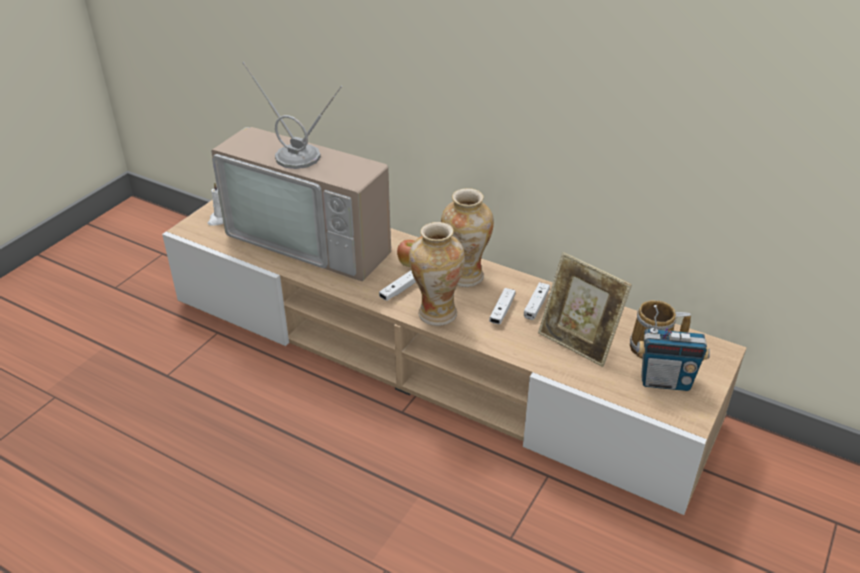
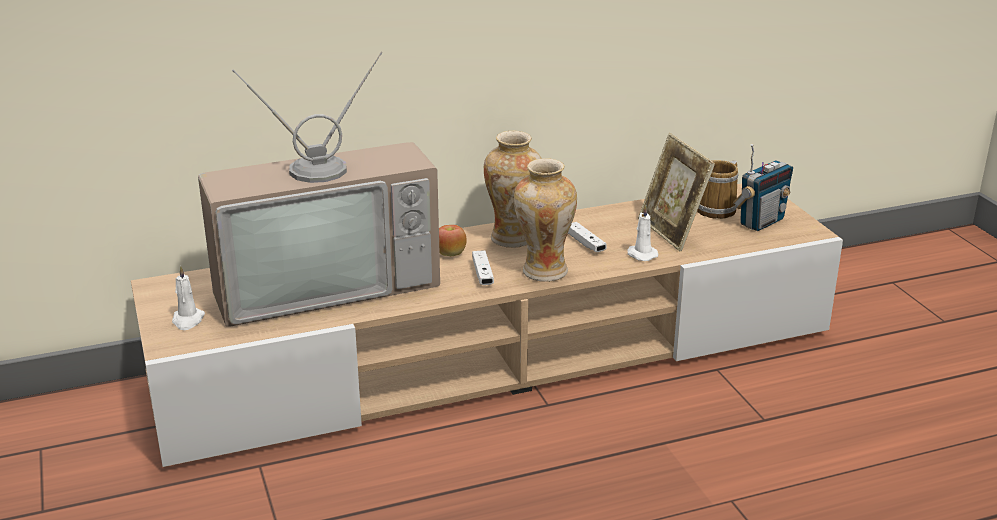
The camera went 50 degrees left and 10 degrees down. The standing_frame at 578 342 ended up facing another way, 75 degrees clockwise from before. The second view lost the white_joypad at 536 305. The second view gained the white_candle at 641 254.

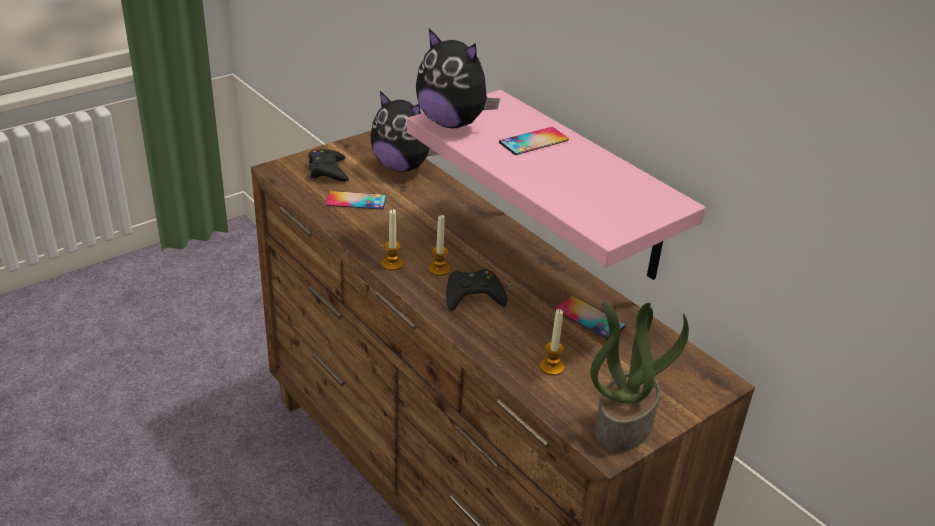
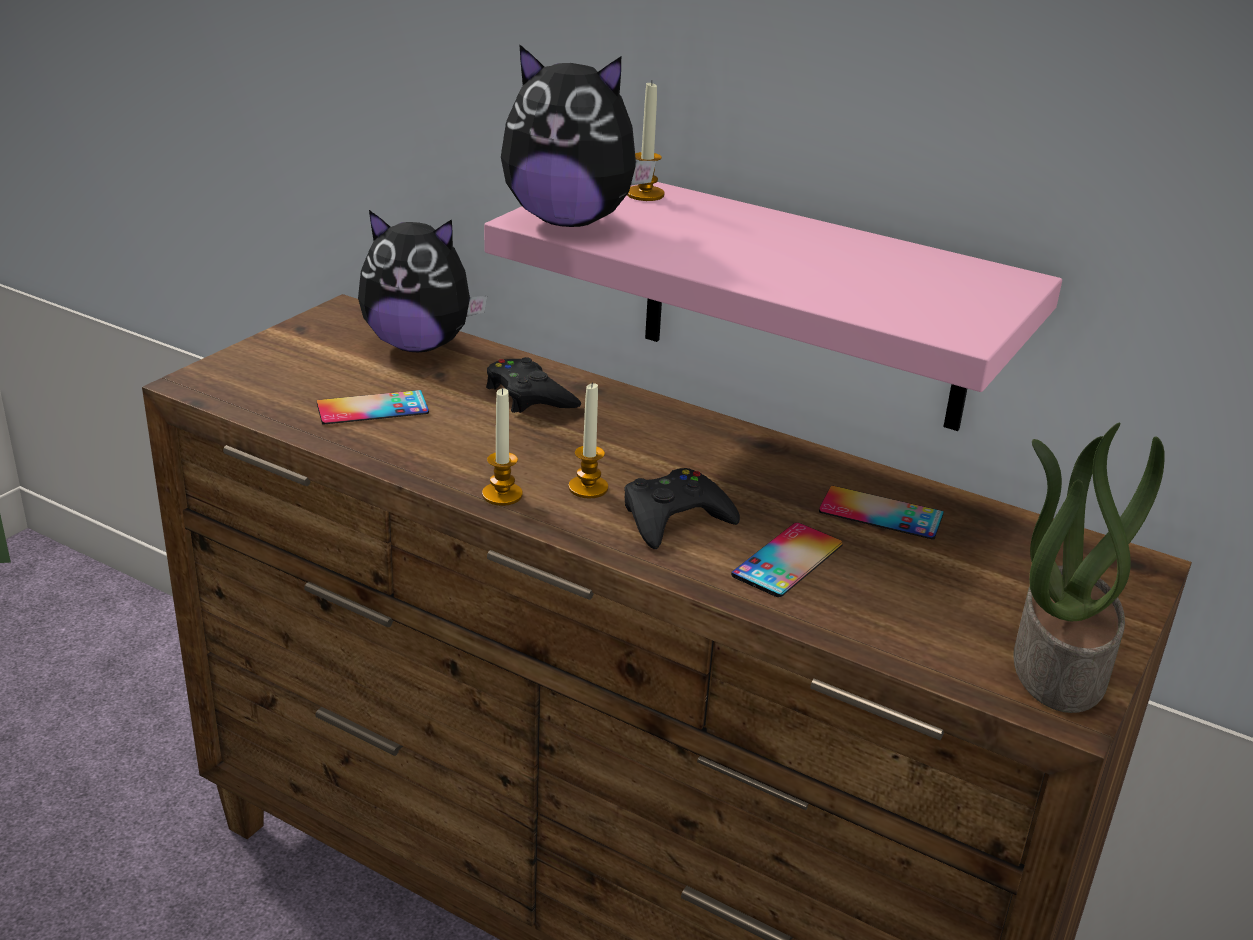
The camera went 20 degrees left and 5 degrees down. The handset ended up elsewhere, having gone from 534 141 to 787 560. The black-coloured_joypad ended up elsewhere, having gone from 328 170 to 529 396. The candle ended up elsewhere, having gone from 551 367 to 645 194.

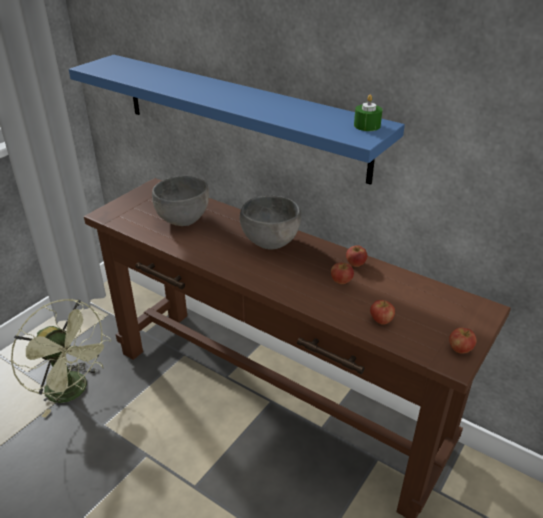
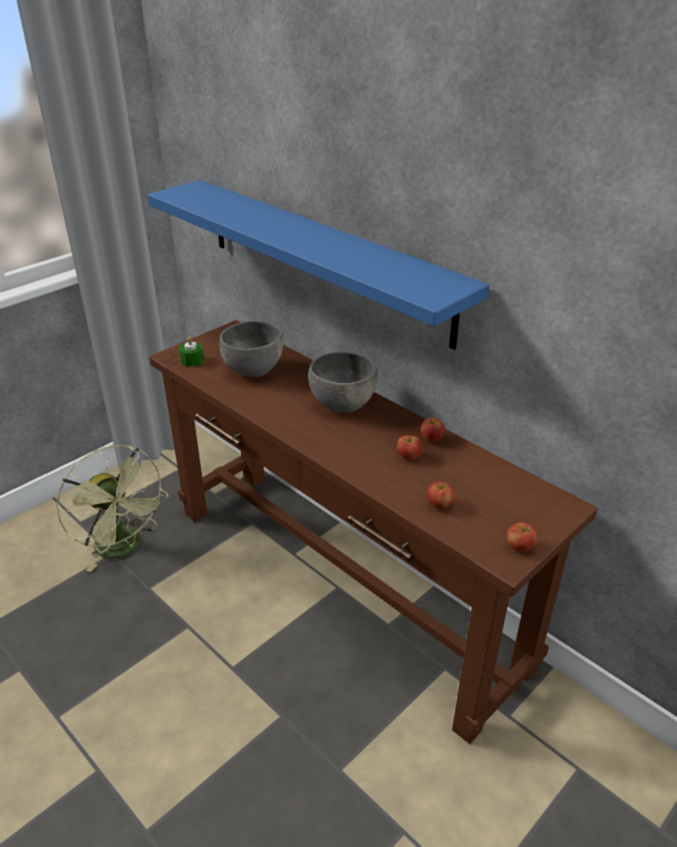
The camera went 10 degrees right and 0 degrees up. The green_candle ended up elsewhere, having gone from 367 125 to 192 360.

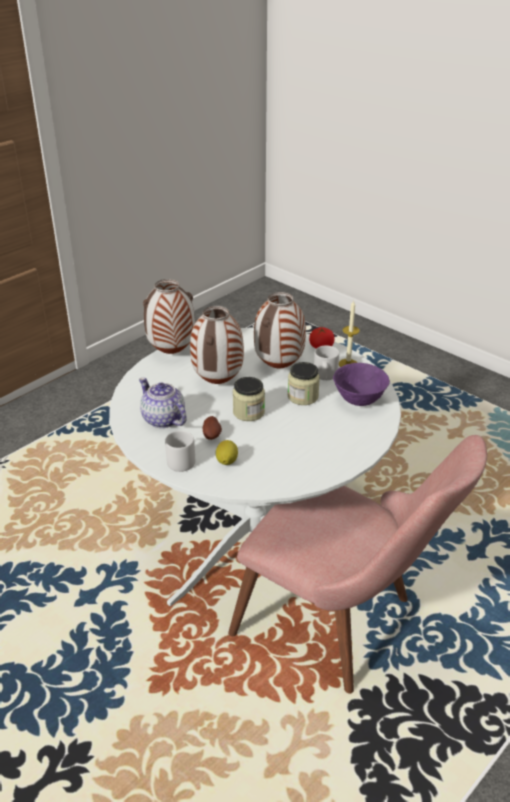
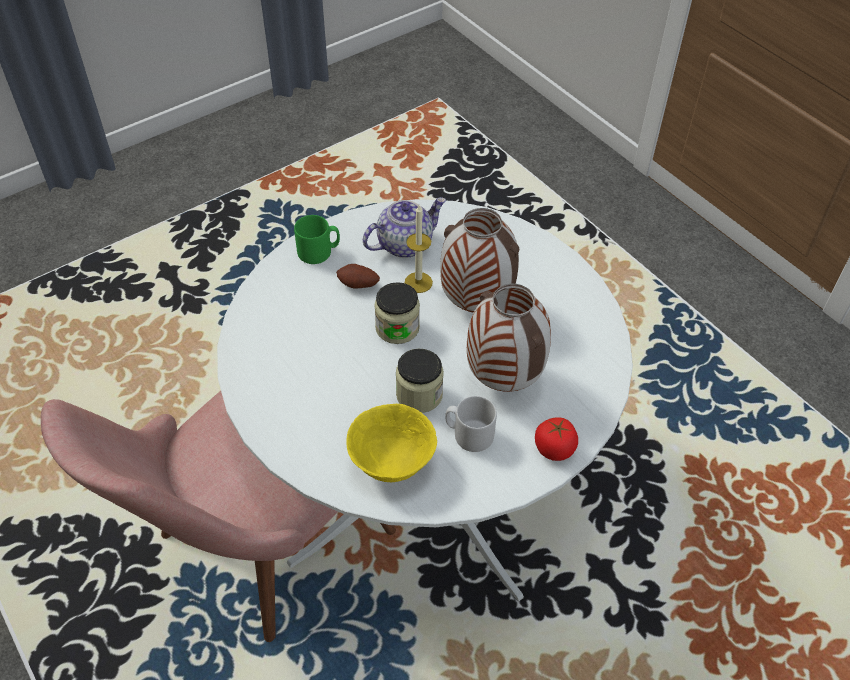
The camera went 100 degrees right and 15 degrees up. The second view lost the decorative_vase at 171 353. The candle ended up elsewhere, having gone from 348 364 to 418 282. What was the purple_serving_bowl at 359 401 turned into the yellowish_serving_bowl at 391 463. What was the gray_tea_mug at 180 460 turned into the green_tea_mug at 319 252. The second view lost the whole_lemon at 226 461.

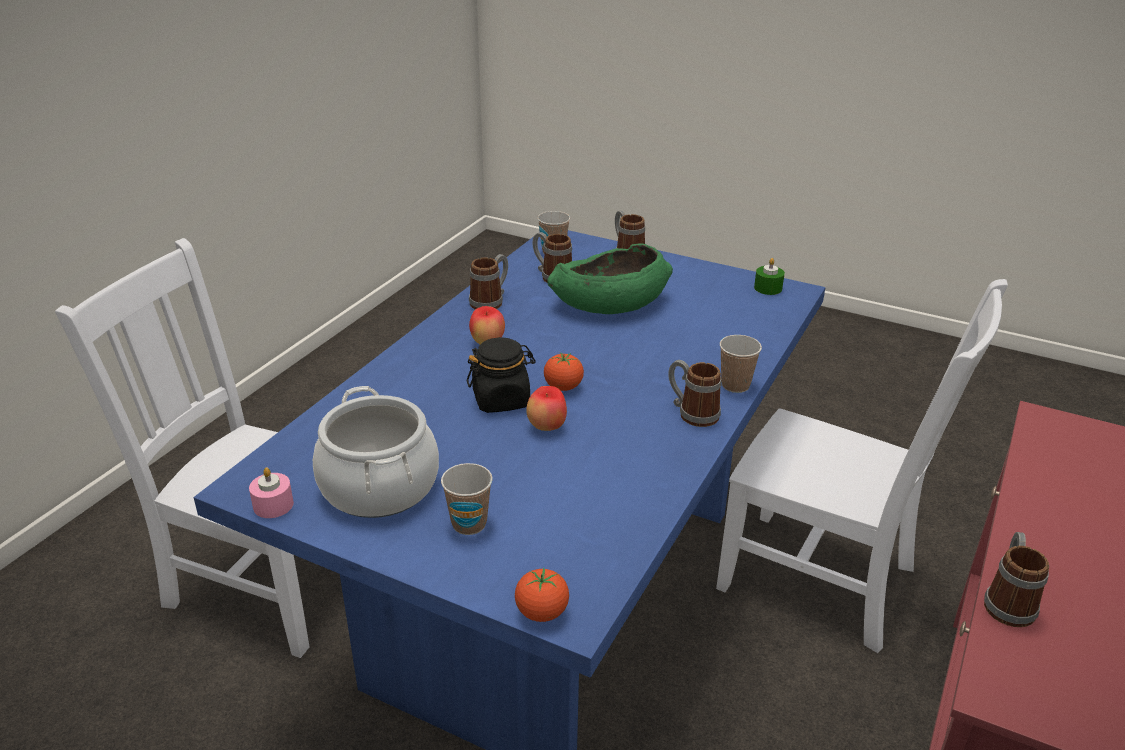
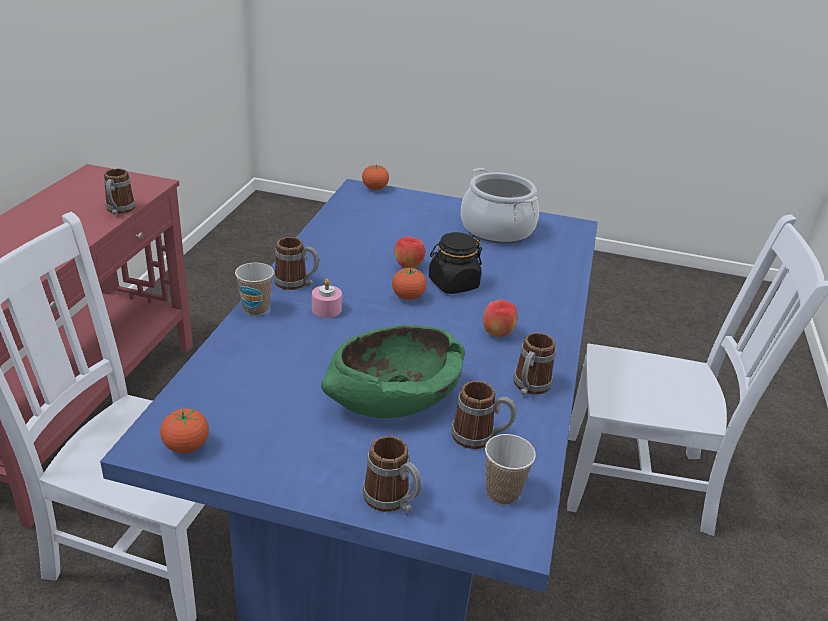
The camera went 165 degrees right and 0 degrees up. Where the green_candle stood at 768 288, the fresh_tomato came to stand at 186 446. The second view lost the small_cup at 469 524. The pink_candle ended up elsewhere, having gone from 273 505 to 326 309.

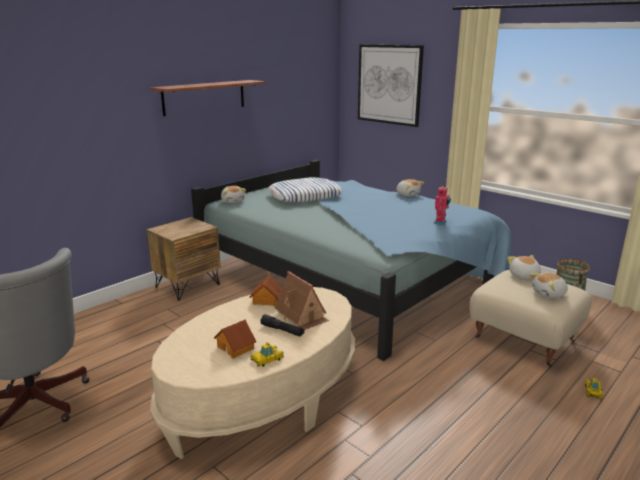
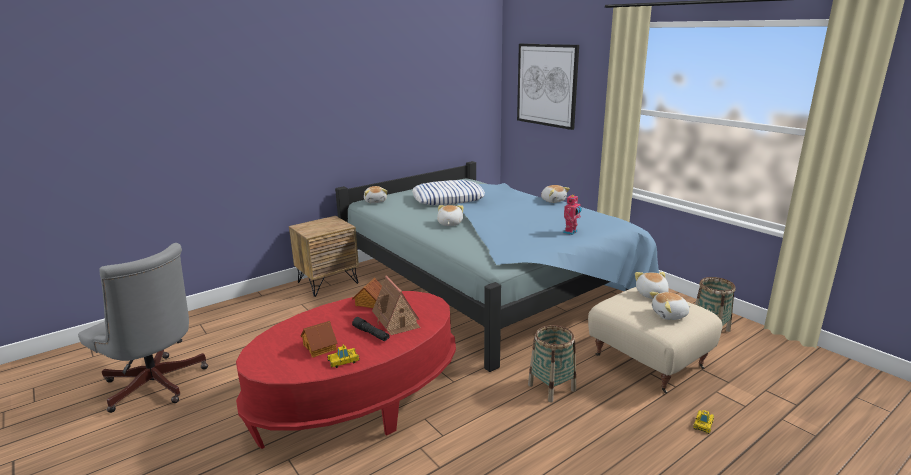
The camera went 10 degrees right and 0 degrees up. The second view lost the wall_shelf at 204 97. What was the sand-coloured_low_table at 263 399 turned into the red_low_table at 358 399. The second view gained the plush_toy at 449 224. The second view gained the storage_basket at 551 387.

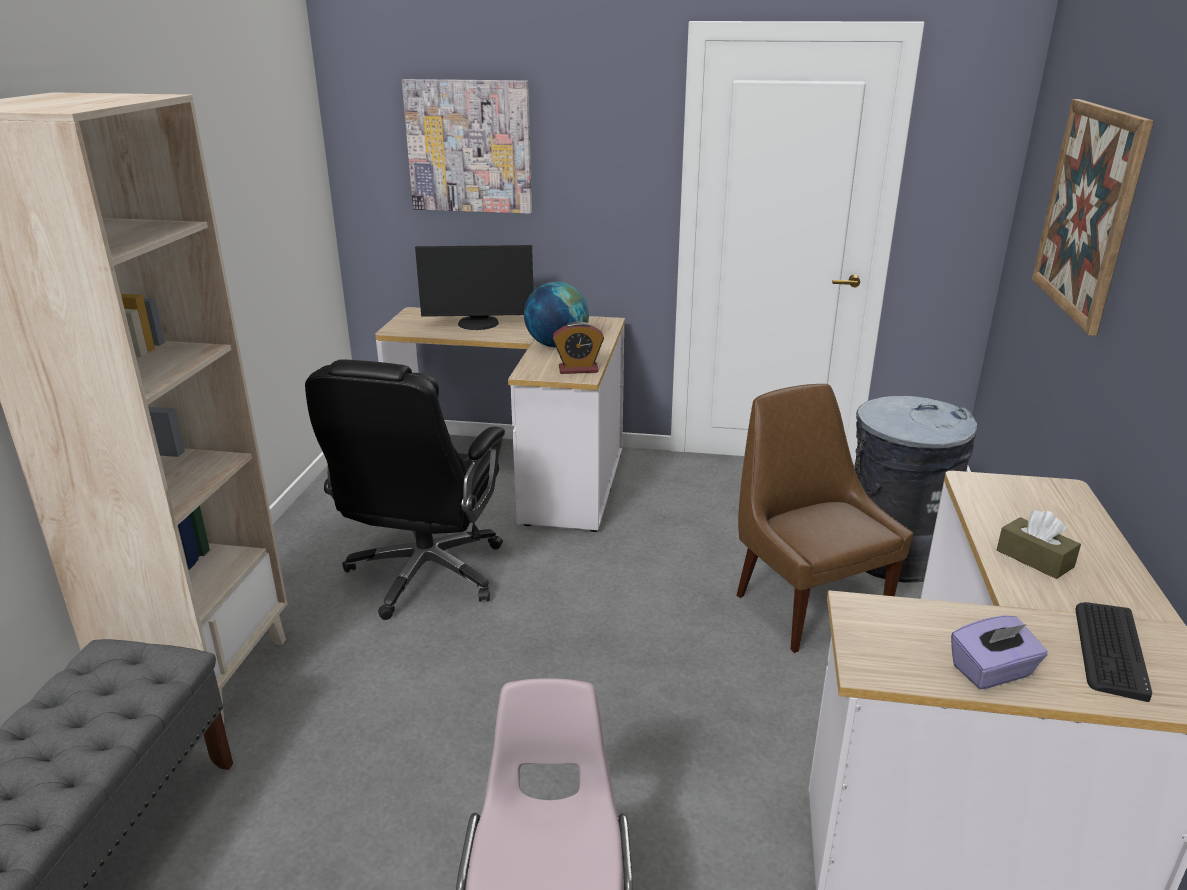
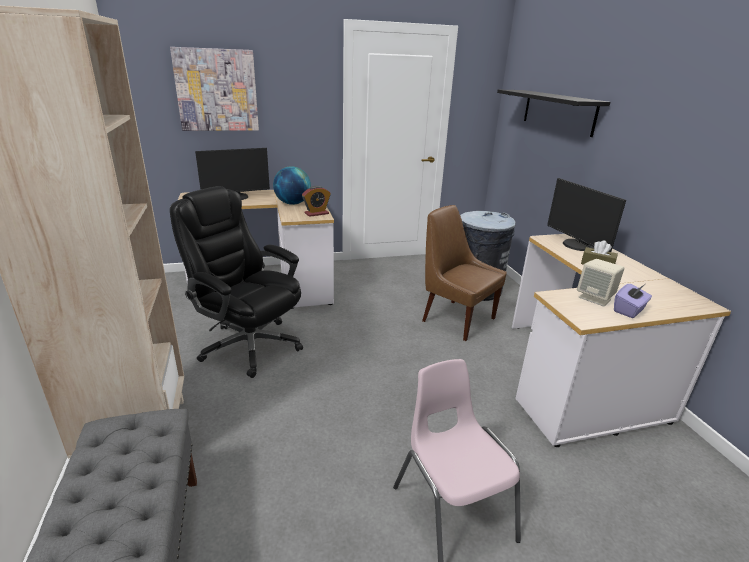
The camera went 25 degrees left and 0 degrees up. Where the wall_picture hung at 1088 211, the black-coloured_wall_shelf came to hang at 558 111. The black-coloured_desk_chair at 425 574 ended up facing another way, 135 degrees clockwise from before. The second view lost the keyboard at 1109 649. The second view gained the computer_display at 577 245. The second view gained the sand-coloured_audio_speaker at 595 298.

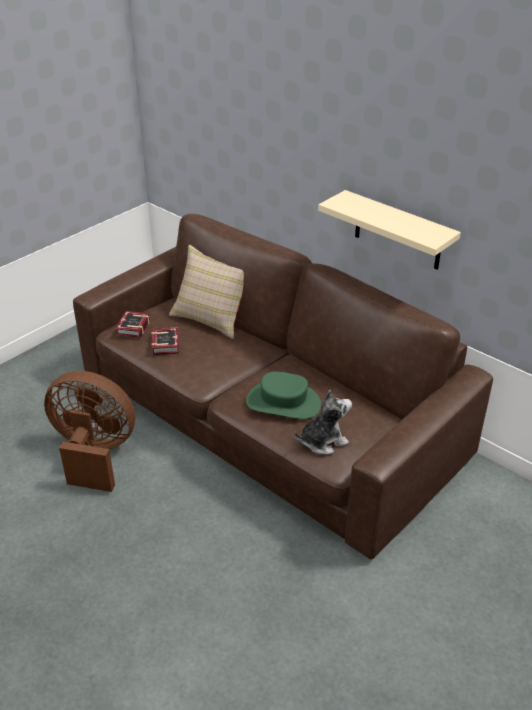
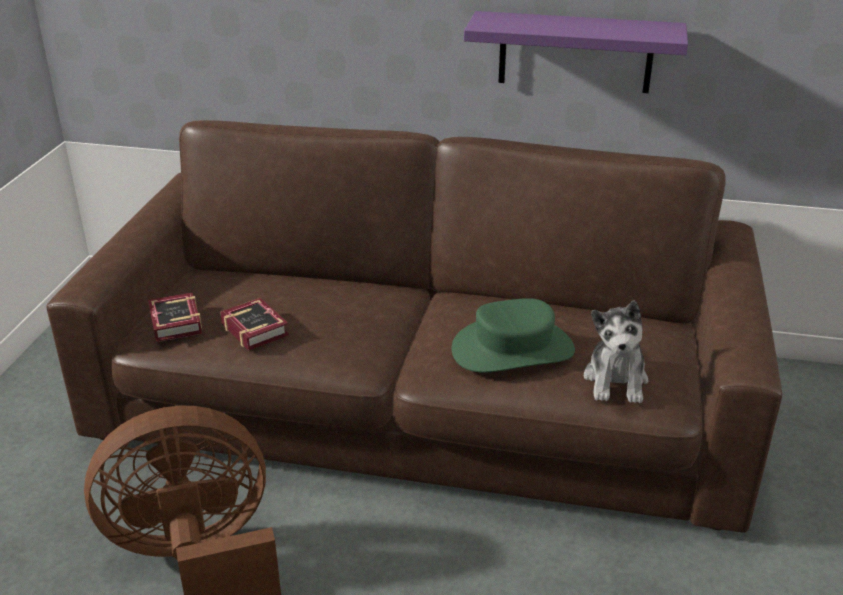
The camera went 30 degrees left and 5 degrees down. What was the sand-coloured_wall_shelf at 398 231 turned into the purple_wall_shelf at 575 52. The second view lost the sand-coloured_throw_pillow at 212 317. The plush_toy at 322 441 ended up facing another way, 150 degrees clockwise from before.

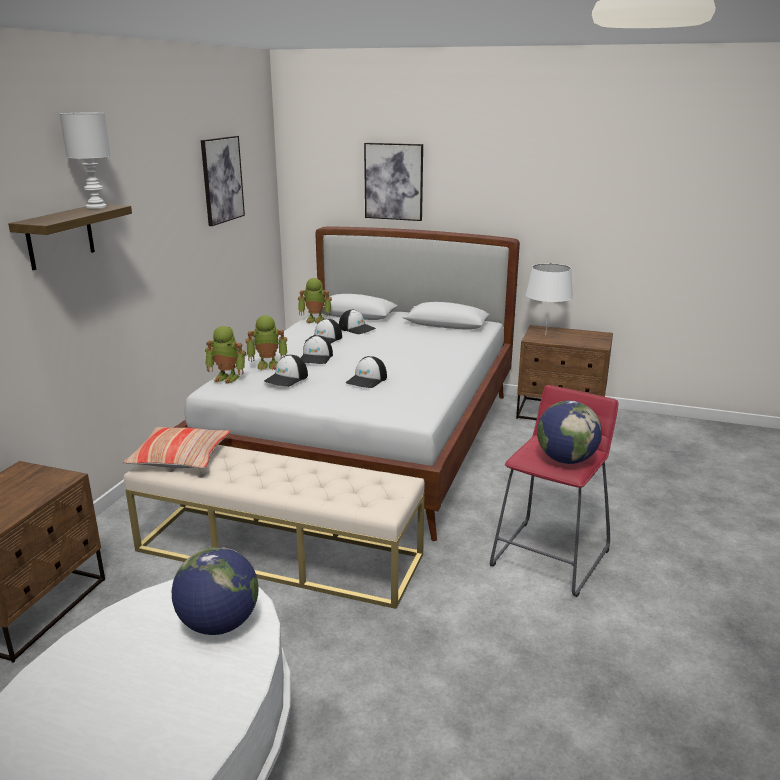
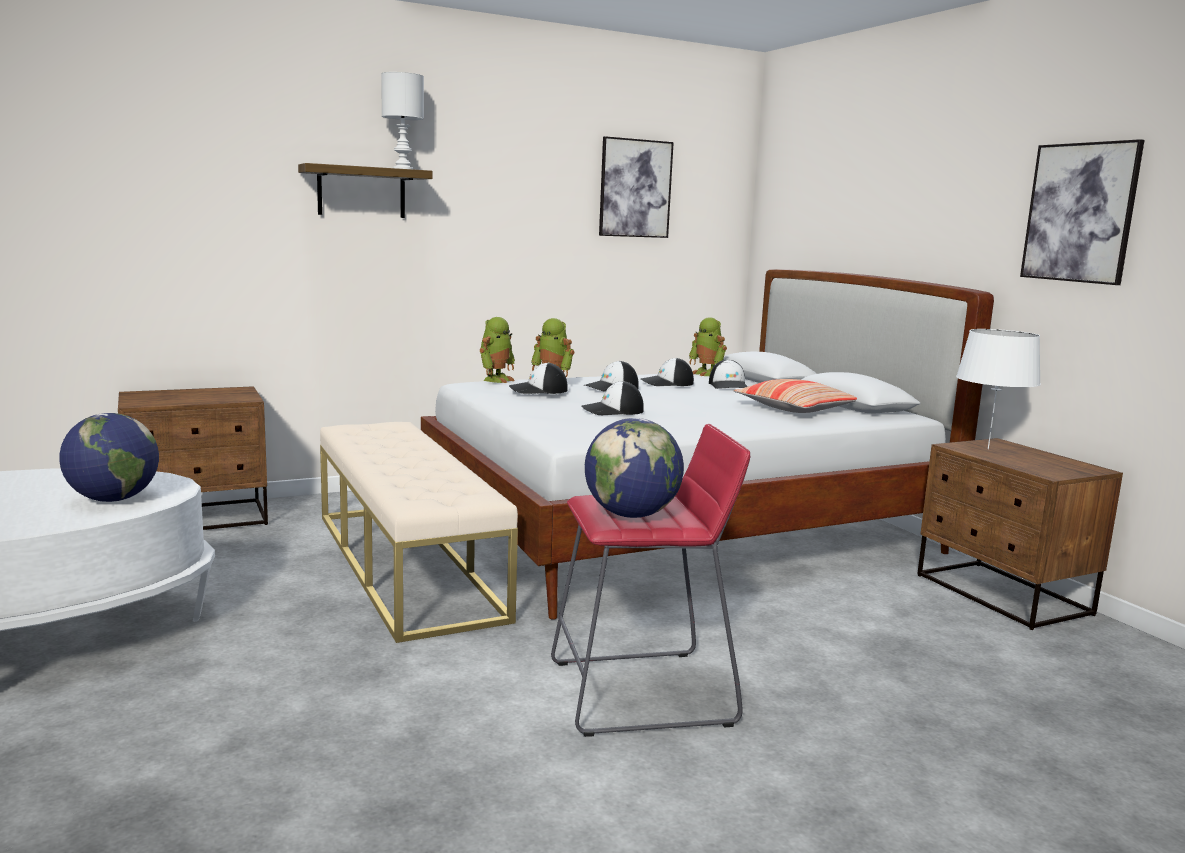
The camera went 45 degrees right and 10 degrees down. The wall_picture ended up elsewhere, having gone from 393 181 to 1080 213. The toy_robot at 227 377 ended up facing another way, 120 degrees counterclockwise from before. The throw_pillow ended up elsewhere, having gone from 180 457 to 795 409.

